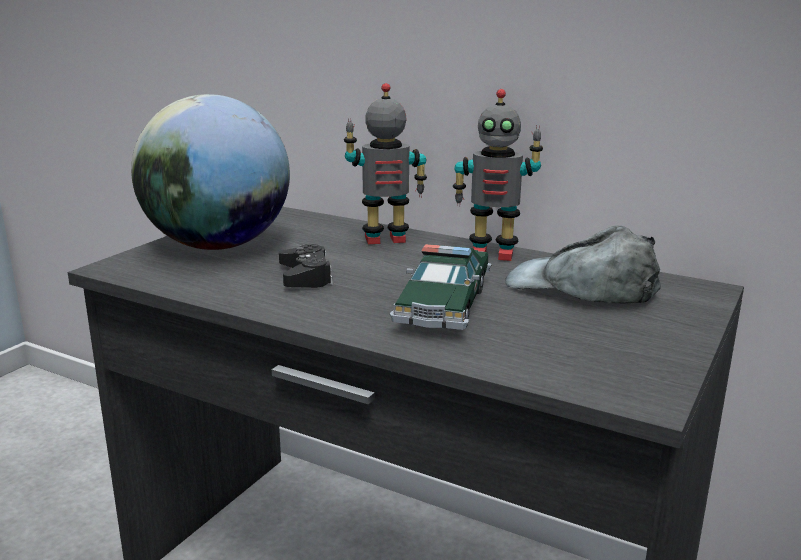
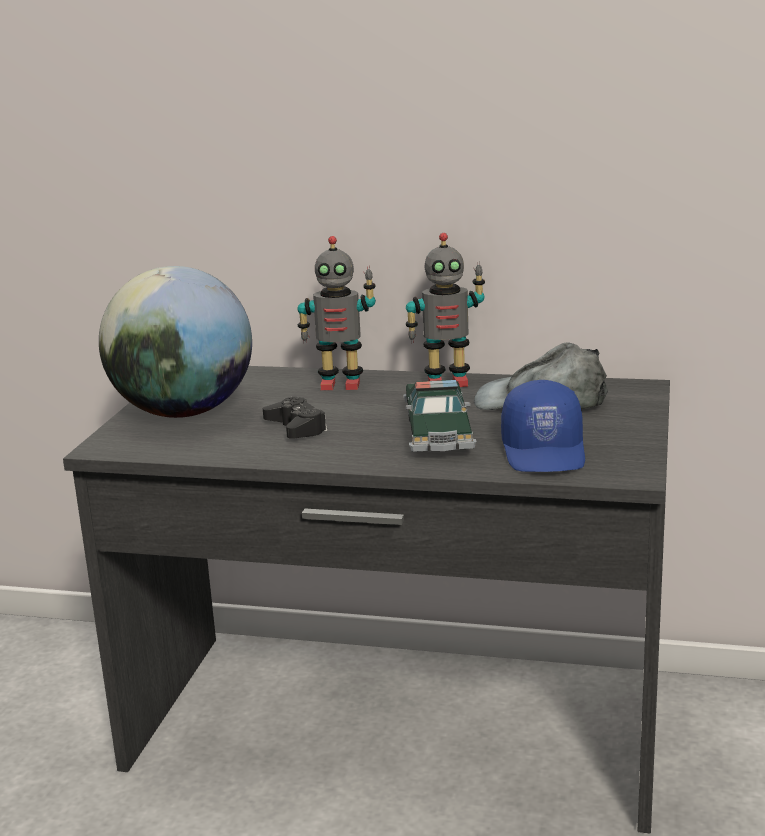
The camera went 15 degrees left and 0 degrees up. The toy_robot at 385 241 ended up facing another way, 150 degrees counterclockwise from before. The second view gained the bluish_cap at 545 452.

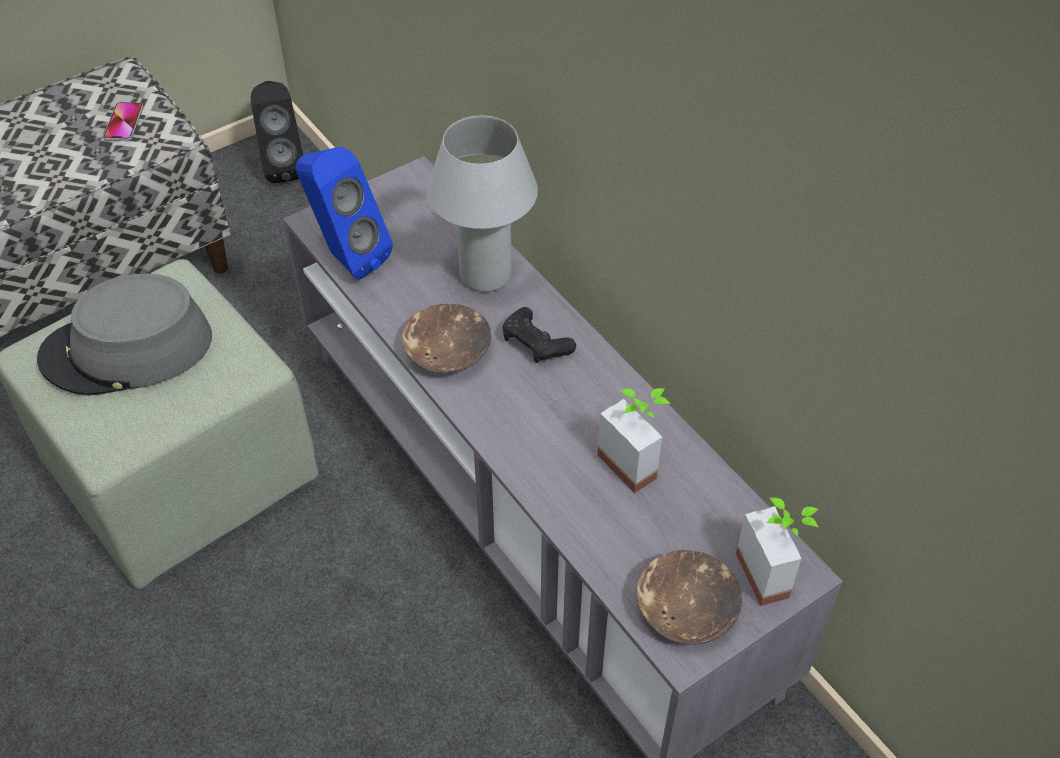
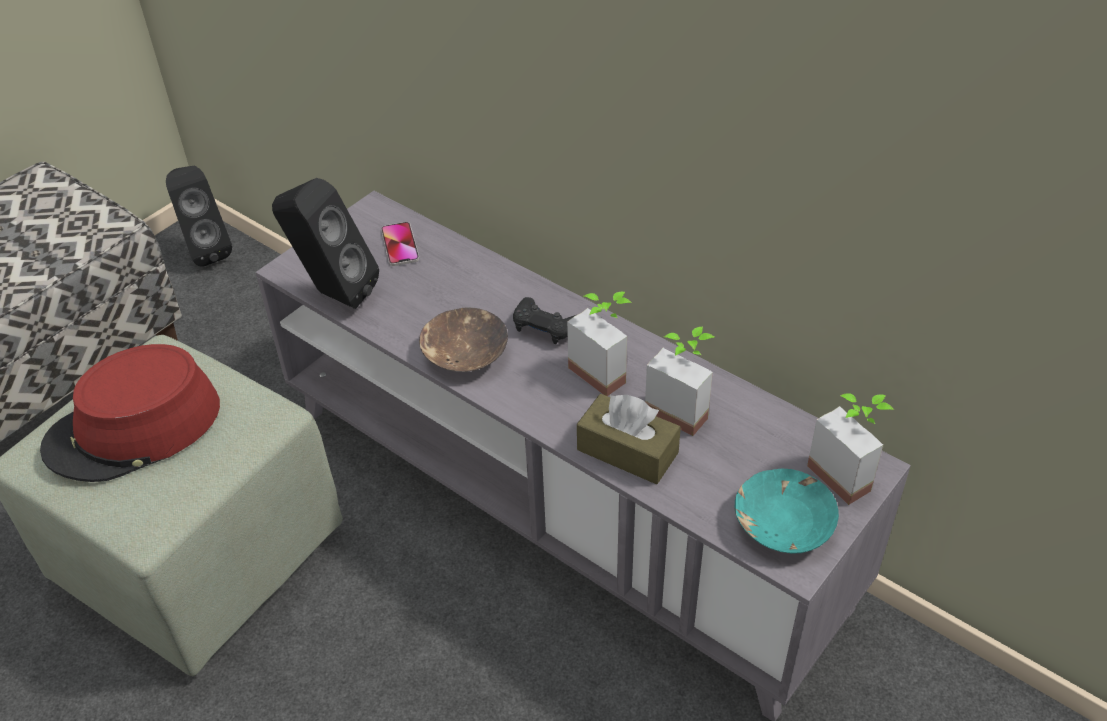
The camera went 15 degrees left and 5 degrees down. The handset ended up elsewhere, having gone from 124 123 to 400 245. The second view lost the white_lamp_for_a_table at 485 275. What was the bluish_audio_speaker at 346 257 turned into the black-coloured_audio_speaker at 333 293. What was the gray_clothing_hat at 127 350 turned into the red_clothing_hat at 134 429. What was the brown-coloured_serving_bowl at 686 606 turned into the turquoise-coloured_serving_bowl at 782 523. The second view gained the houseplant at 605 369. The second view gained the brown-coloured_tissue_holder at 627 451.

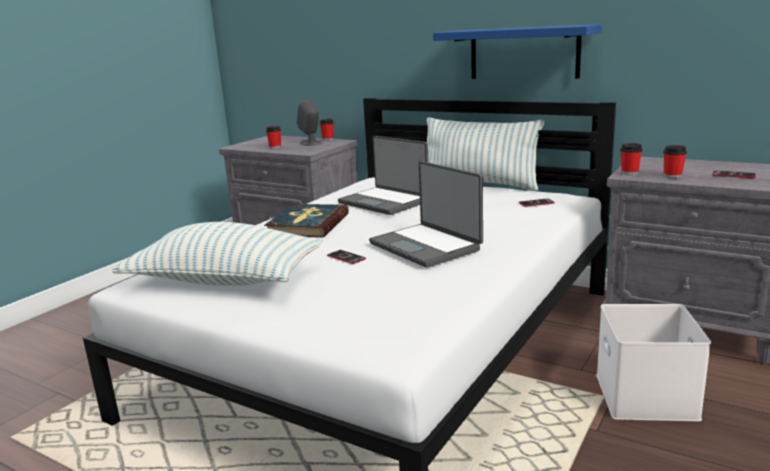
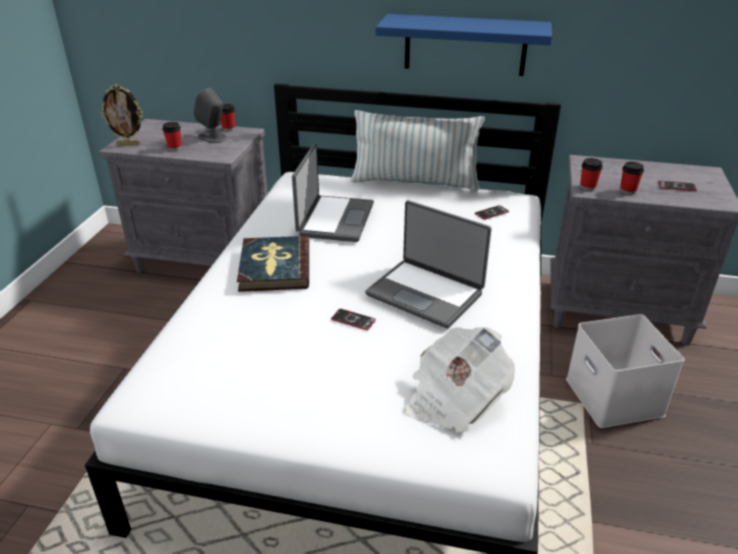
The camera went 20 degrees left and 15 degrees up. The notebook_computer at 384 202 ended up facing another way, 105 degrees counterclockwise from before. The second view lost the throw_pillow at 225 280. The second view gained the standing_frame at 129 144. The second view gained the printed_paper at 454 399.

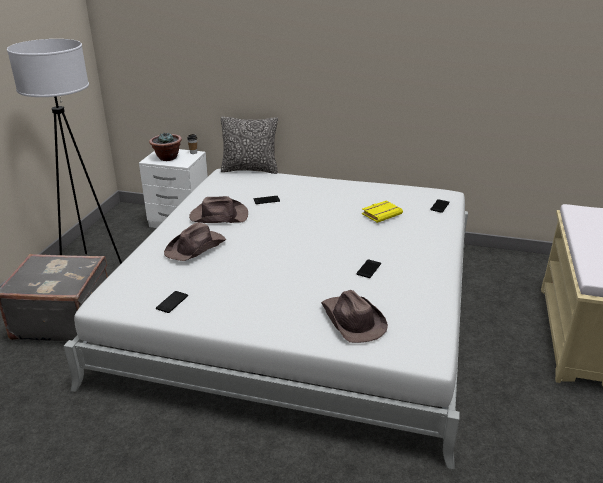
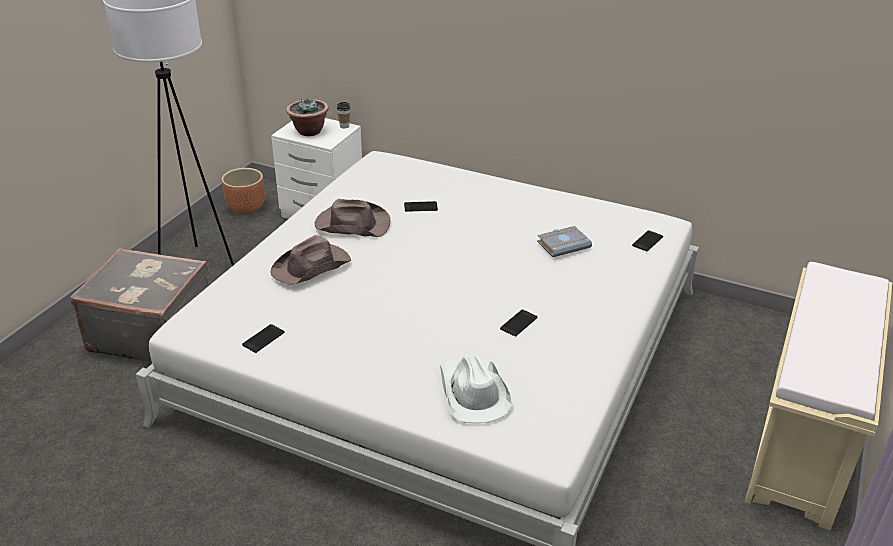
The camera went 10 degrees right and 5 degrees up. The second view lost the throw_pillow at 250 169. What was the yellowish_book at 381 213 turned into the gray_book at 563 244. What was the brown-coloured_clothing_hat at 352 320 turned into the white_clothing_hat at 472 392. The second view gained the brown-coloured_flower_pot at 246 208.

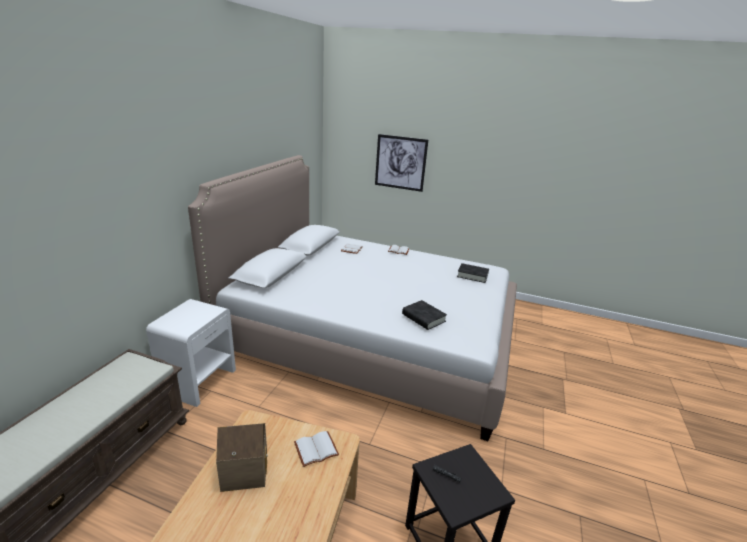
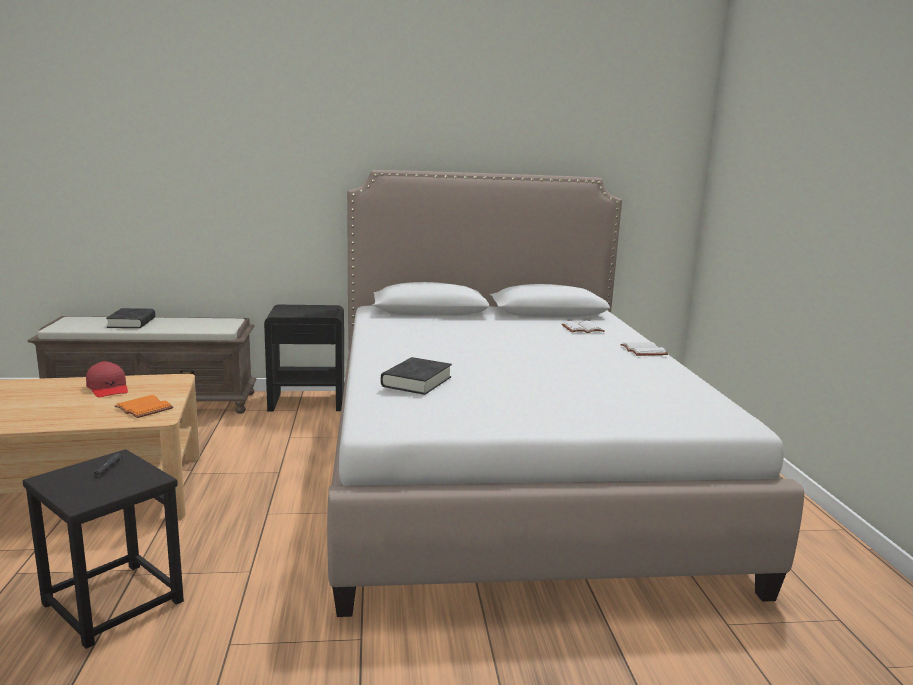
The camera went 65 degrees right and 10 degrees down. The second view lost the wall_picture at 400 163. The black-coloured_book ended up elsewhere, having gone from 472 275 to 132 323. What was the white_nightstand at 199 381 turned into the black-coloured_nightstand at 308 401. Where the model_house stood at 244 468, the red_cap came to stand at 108 388. What was the white_book at 316 448 turned into the orange-coloured_book at 146 408.

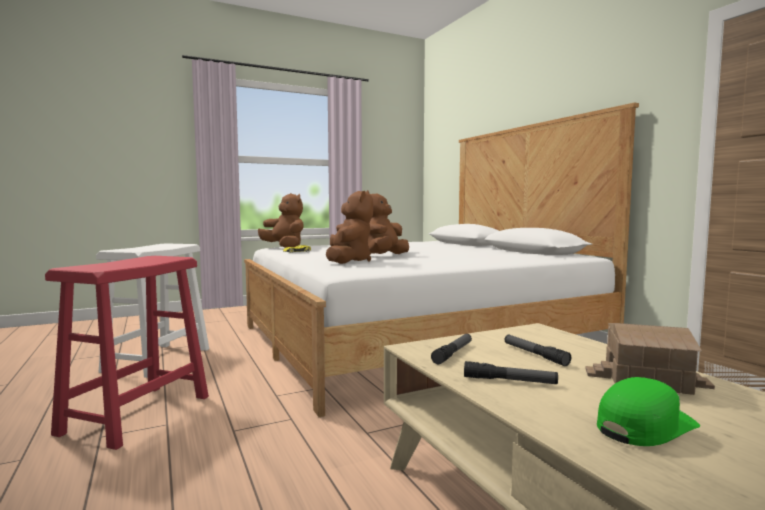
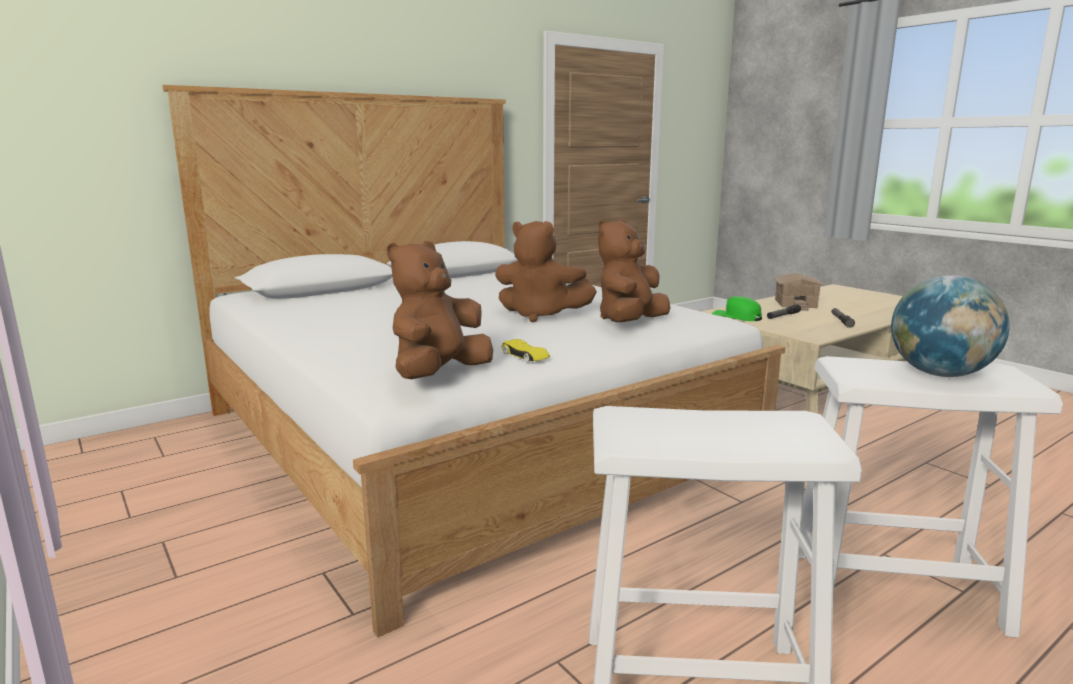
The camera went 100 degrees left and 10 degrees up. The brown-coloured_plush_toy at 348 261 ended up facing another way, 45 degrees counterclockwise from before. What was the red_sitting_stool at 136 415 turned into the white_sitting_stool at 895 590. The second view lost the torch at 453 353. The green_cap ended up elsewhere, having gone from 645 426 to 737 316. The second view gained the world_globe at 939 374.

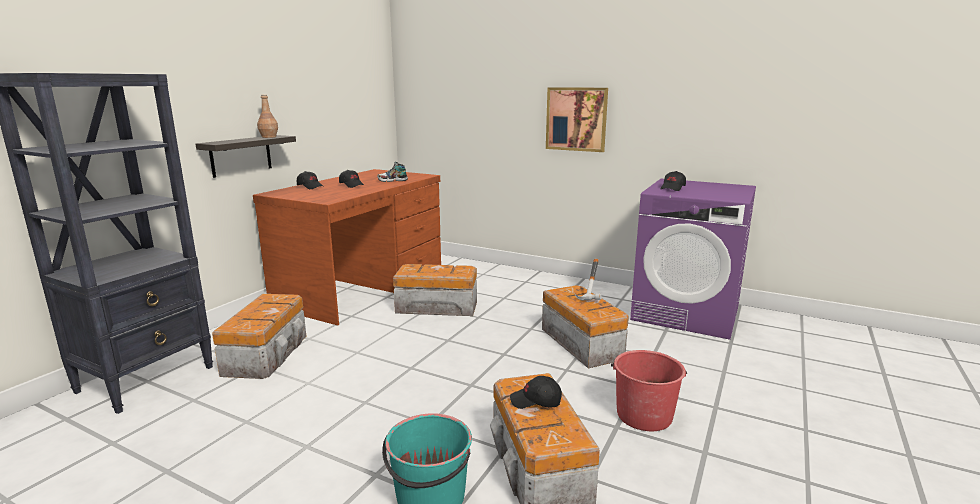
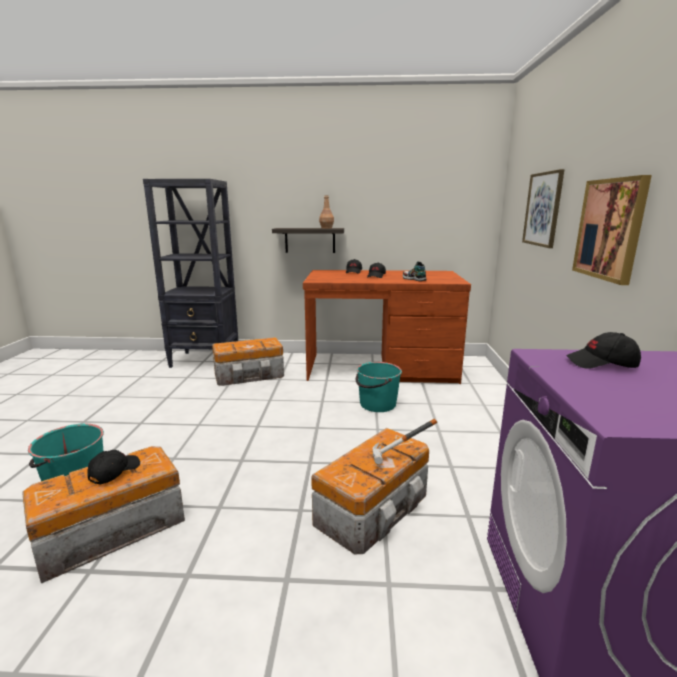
The camera went 65 degrees right and 0 degrees up. Where the storage_container stood at 436 307, the turquoise-coloured_pail came to stand at 377 404. The second view lost the red_pail at 644 415. The black-coloured_cap at 536 401 ended up facing another way, 45 degrees clockwise from before. The second view gained the wall_picture at 543 209.

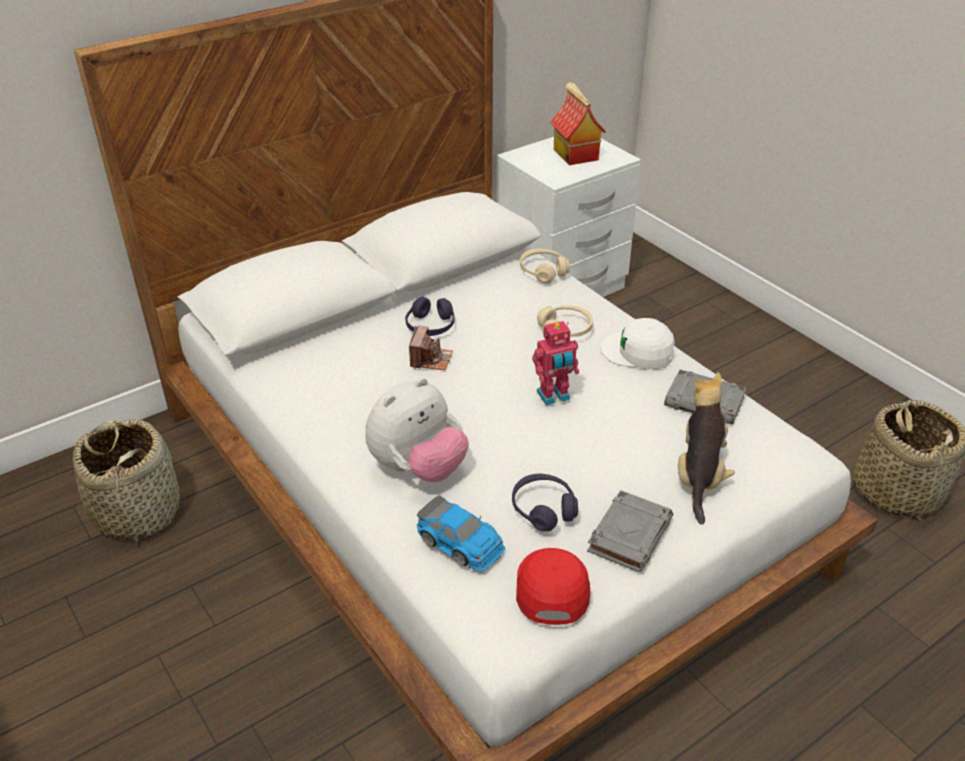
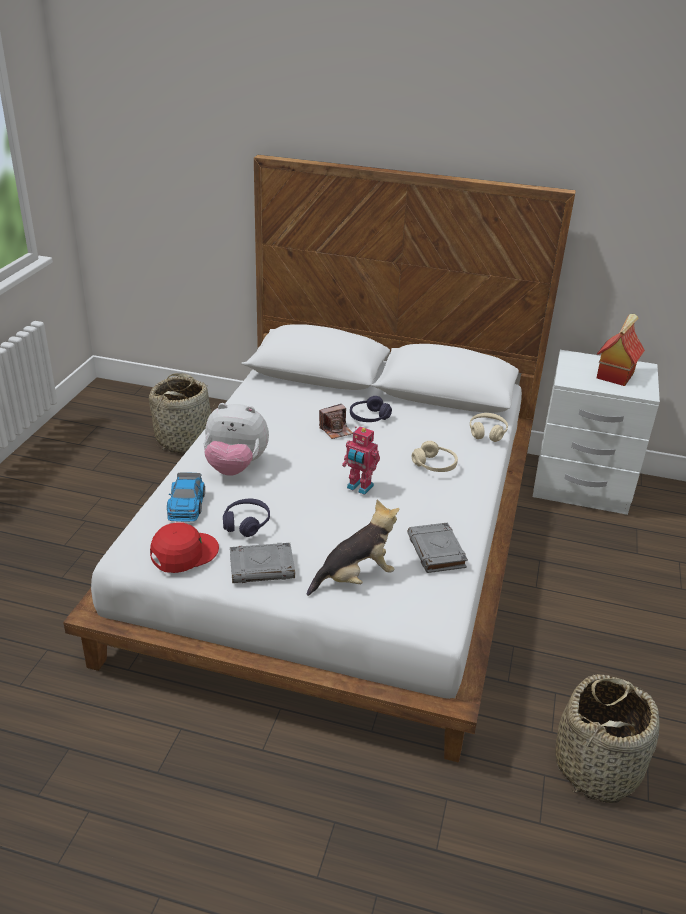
The camera went 50 degrees right and 5 degrees down. The second view lost the white_cap at 638 352.

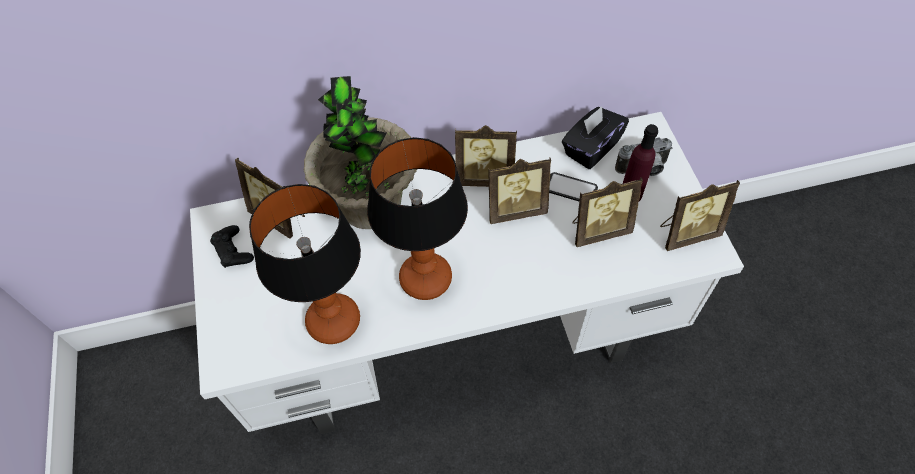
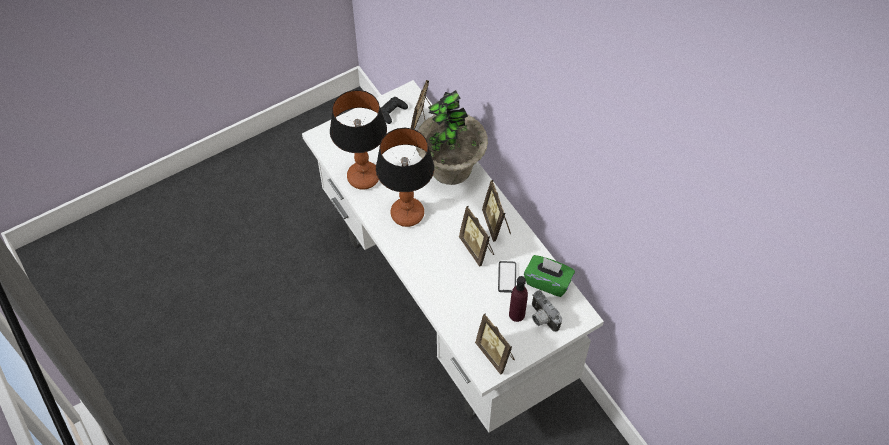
The camera went 70 degrees right and 0 degrees up. What was the black-coloured_tissue_holder at 591 148 turned into the green_tissue_holder at 548 282. The second view lost the standing_frame at 598 230.

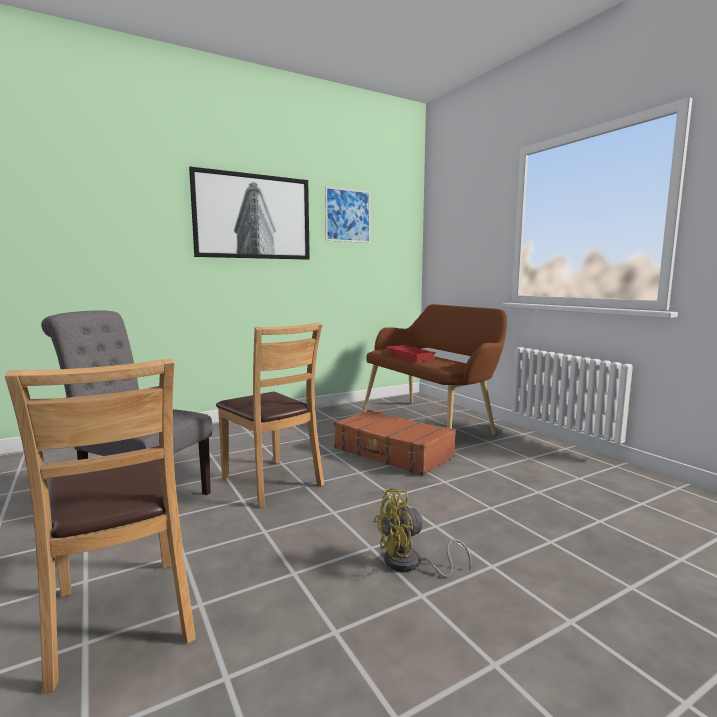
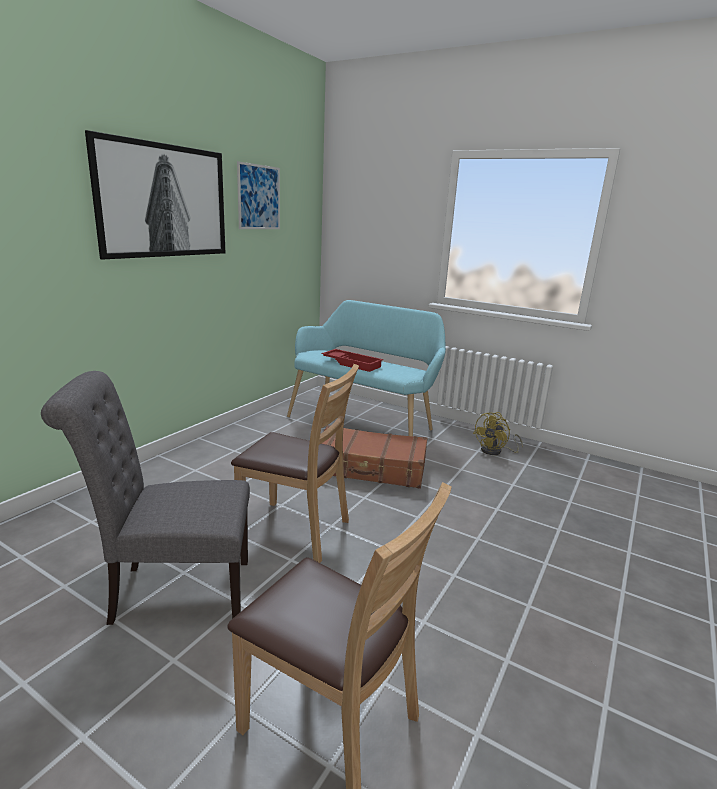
The camera went 30 degrees left and 10 degrees up. What was the brown-coloured_long_seat at 430 421 turned into the turquoise-coloured_long_seat at 364 422. The yellowish_electric_fan ended up elsewhere, having gone from 410 564 to 495 451.

